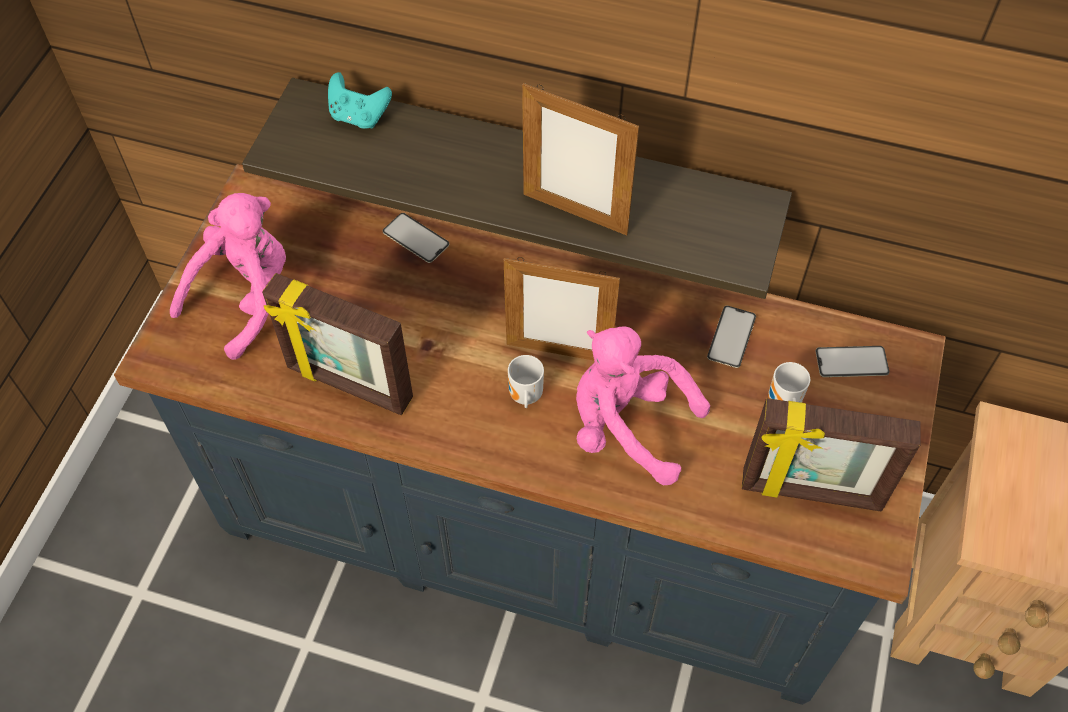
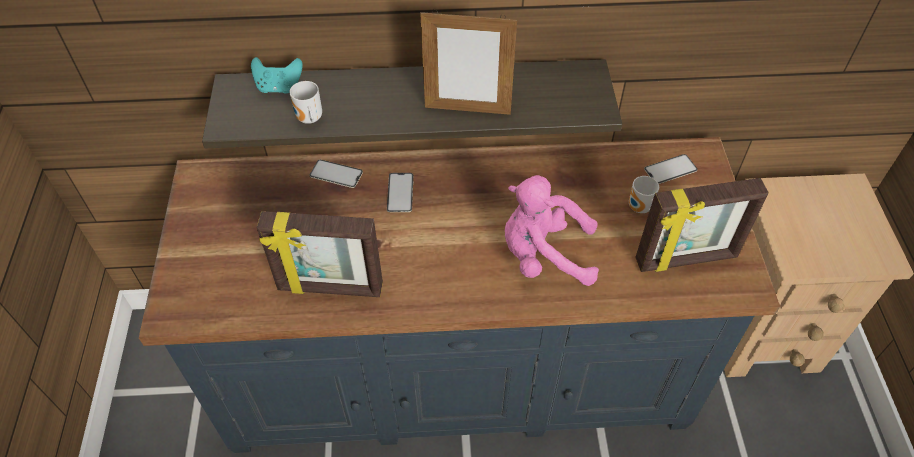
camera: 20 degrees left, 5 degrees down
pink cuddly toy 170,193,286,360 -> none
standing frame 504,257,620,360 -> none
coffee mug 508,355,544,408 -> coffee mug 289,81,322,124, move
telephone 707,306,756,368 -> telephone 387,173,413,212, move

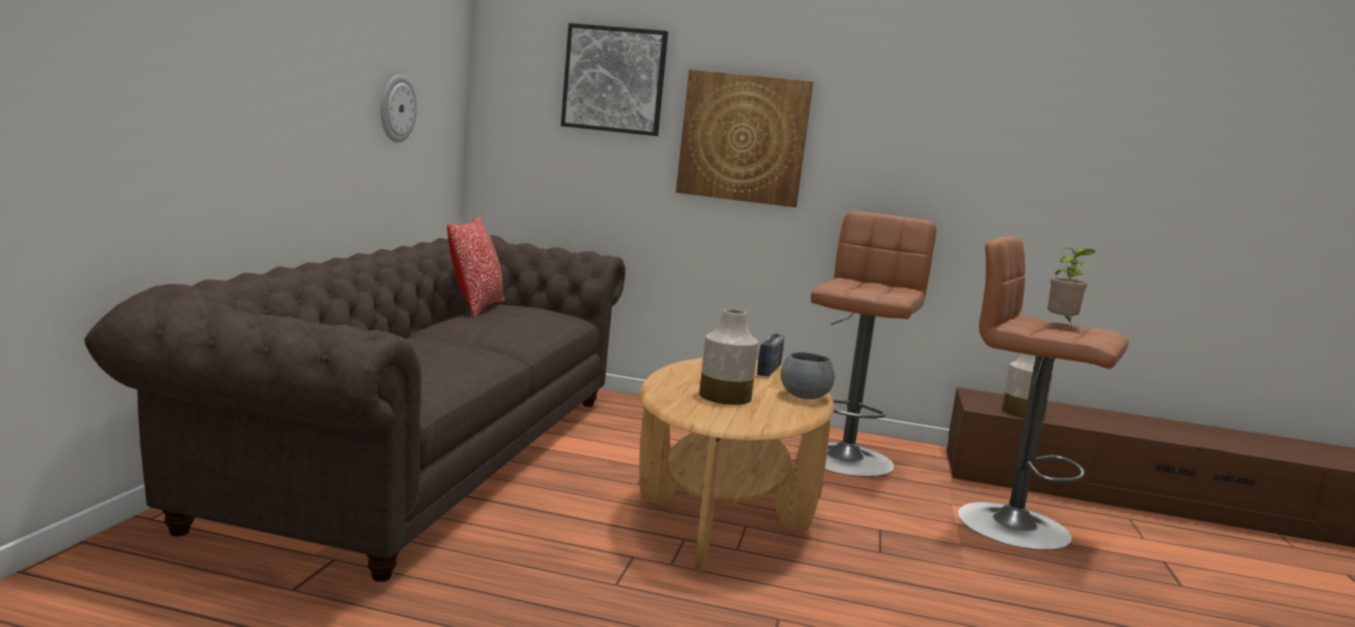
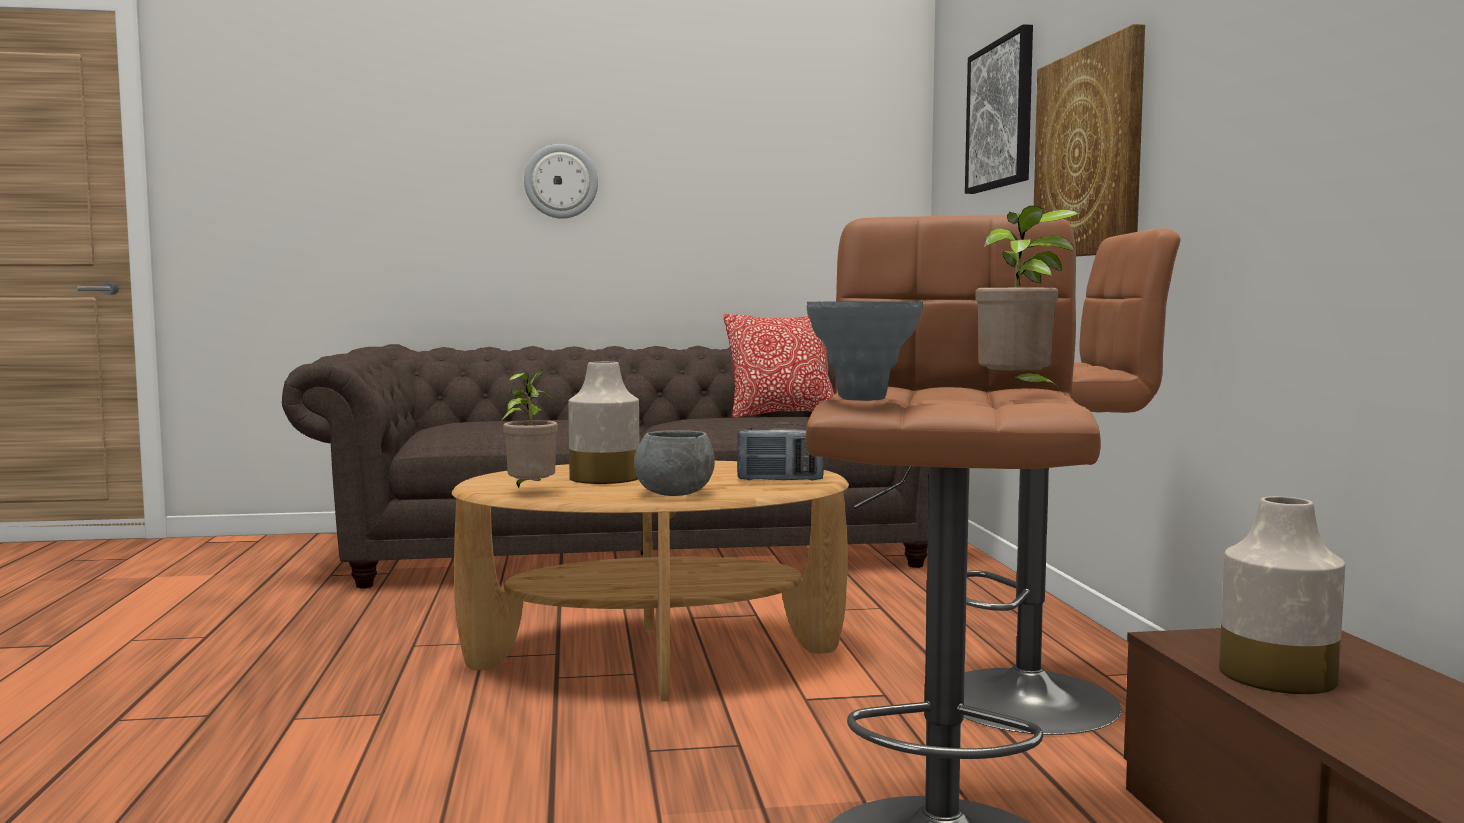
camera: 70 degrees right, 5 degrees down
none -> plant in a pot 502,369,558,488
none -> grey decorative vase 807,302,923,401
clock on the wall 381,75,417,143 -> clock on the wall 524,144,598,219, move

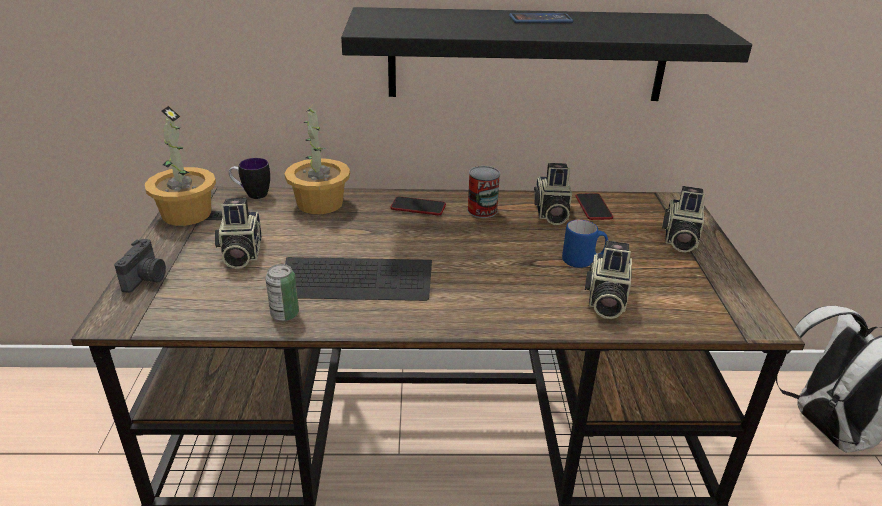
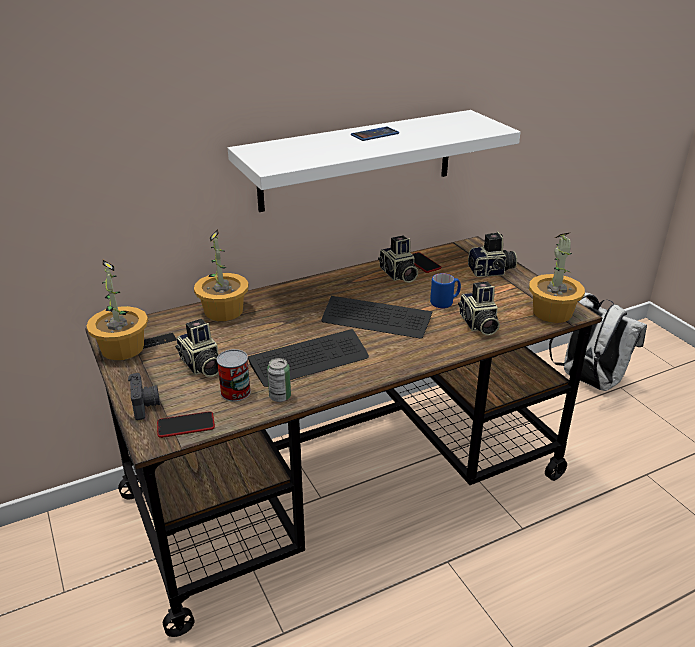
camera: 25 degrees left, 0 degrees up
coffee mug 229,158,270,199 -> none
none -> computer keyboard 322,296,433,339
none -> plant in a pot 529,232,585,323
telephone 390,196,446,215 -> telephone 157,411,215,438, move
can 467,166,500,218 -> can 217,349,251,401, move
black shelf 341,7,752,101 -> white shelf 228,110,521,212
photo camera 662,186,705,252 -> photo camera 468,231,517,277, 90 degrees counterclockwise

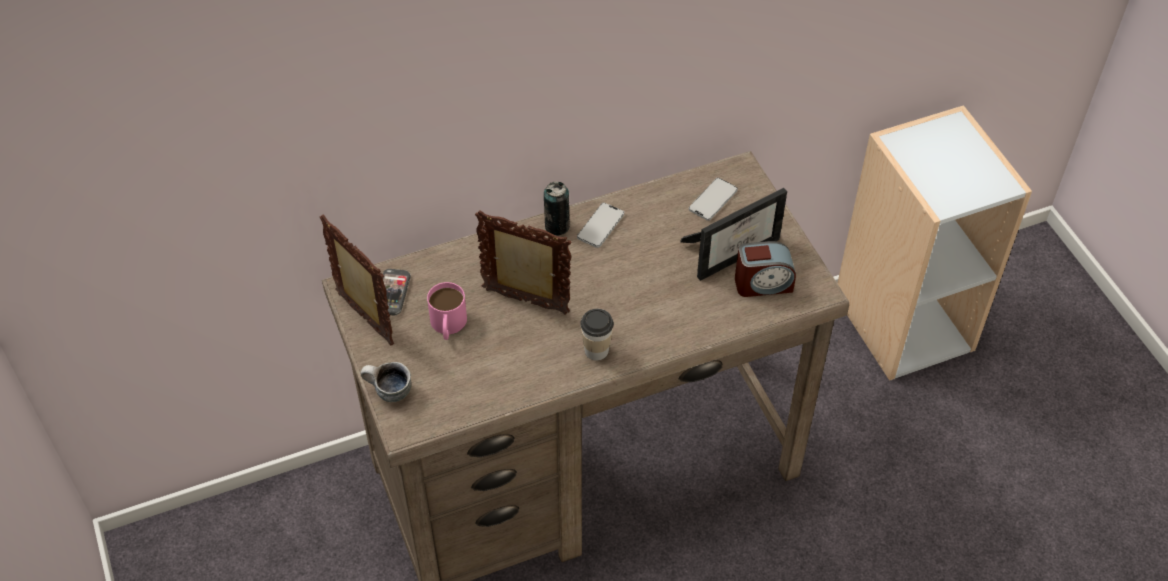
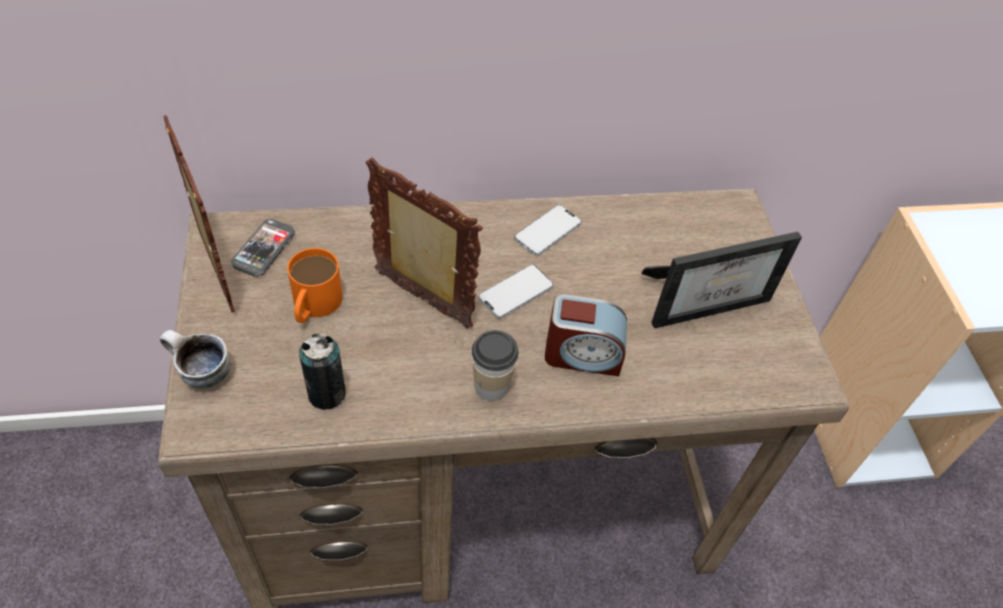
camera: 10 degrees right, 0 degrees up
can 544,181,570,236 -> can 299,333,346,410, move
telephone 689,178,738,221 -> telephone 478,264,554,319, move
table clock 735,241,796,297 -> table clock 545,294,627,376, move
pink coffee mug 427,282,467,340 -> orangey coffee mug 287,248,343,323

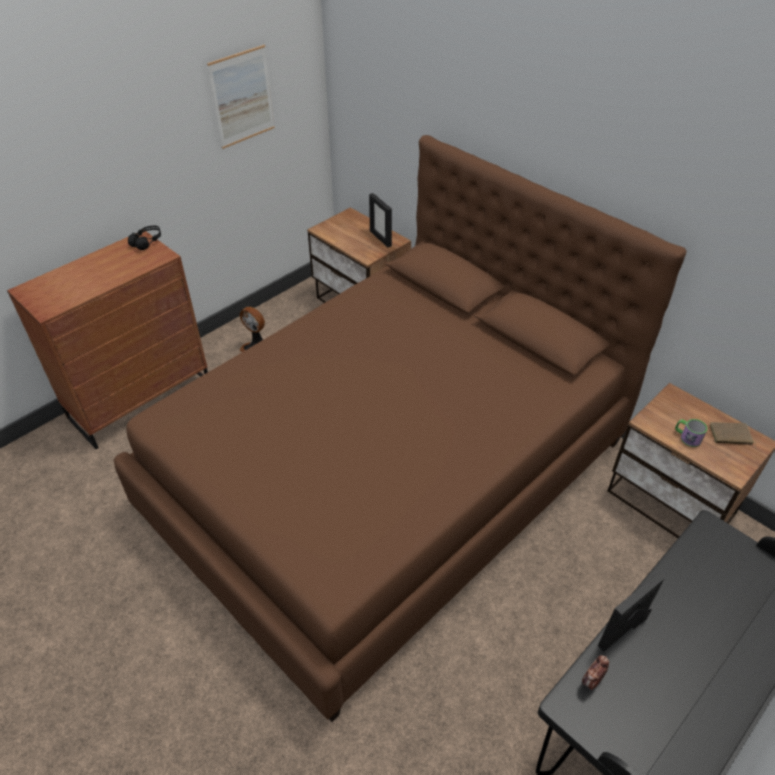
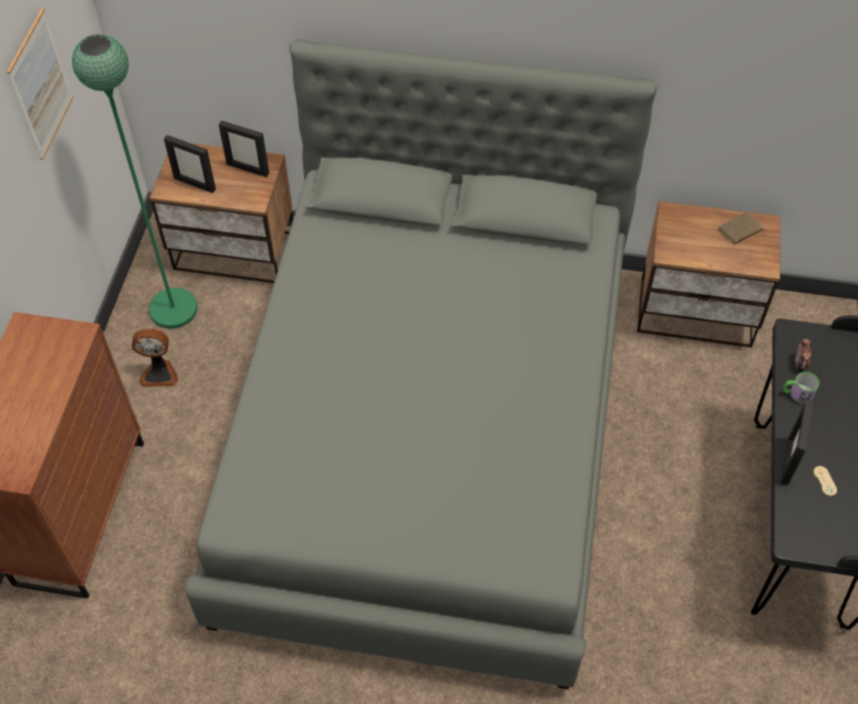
camera: 35 degrees left, 10 degrees up
black headset 128,226,161,250 -> none
none -> green-coloured standing lamp 72,34,198,329
none -> standing frame 164,135,216,193
none -> beige-coloured gamepad 814,466,837,496
table clock 582,655,609,690 -> table clock 795,338,812,368, move
coffee mug 675,419,708,447 -> coffee mug 783,372,819,404, move
brown sleeping bed 113,135,687,722 -> grey sleeping bed 185,39,657,689

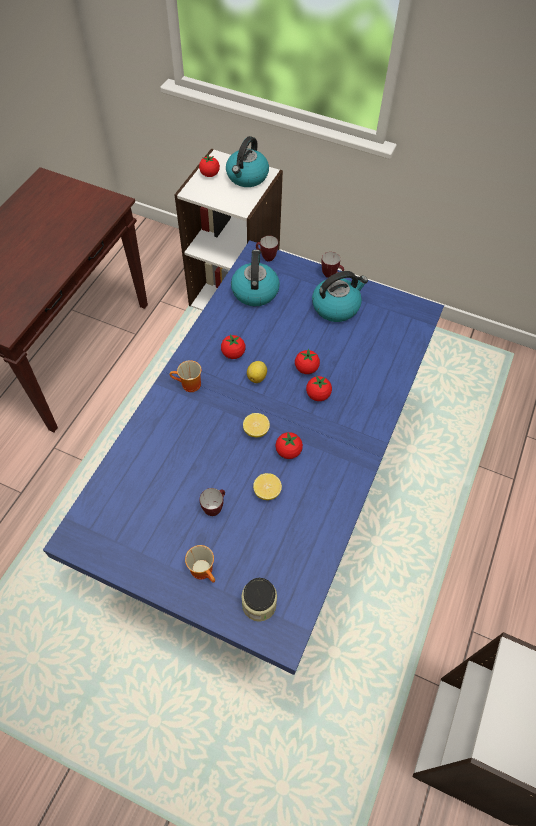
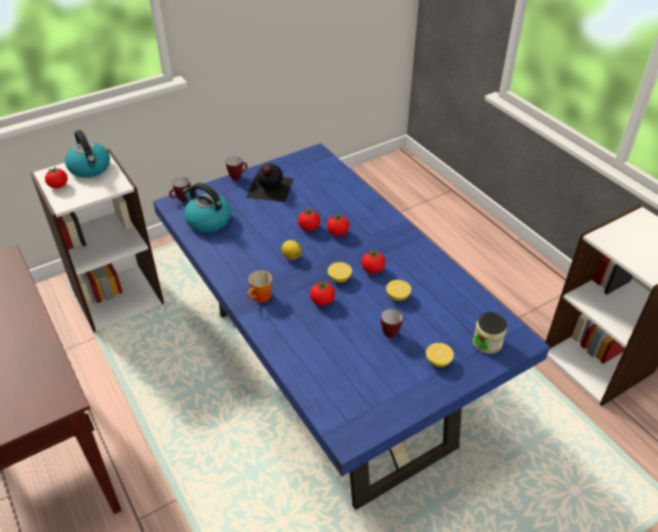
camera: 55 degrees left, 15 degrees down
whole tomato 221,334,246,359 -> whole tomato 310,280,335,306, move
coffee mug 185,545,215,583 -> citrus fruit 426,343,454,367
kettle 312,271,368,322 -> black bottle 246,164,294,202

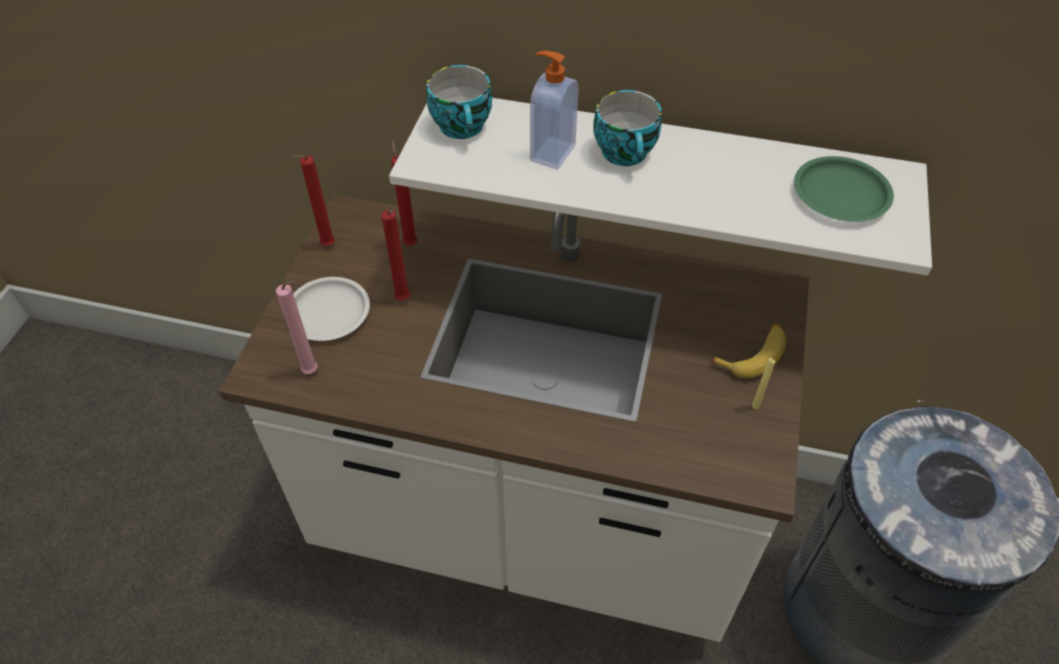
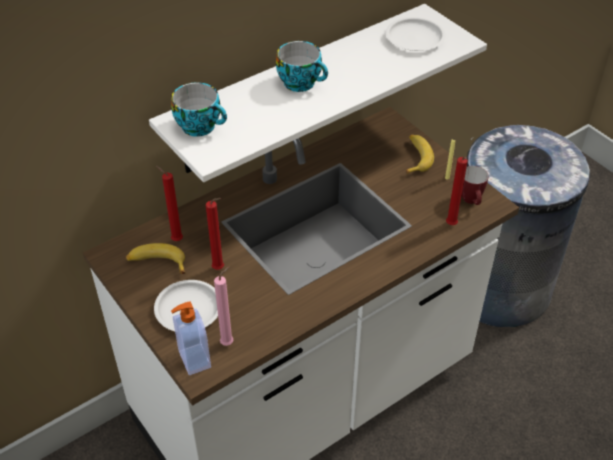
camera: 50 degrees left, 5 degrees down
none -> whole banana 125,243,185,274
none -> coffee mug 461,166,488,205
red-coloured wax light 293,155,335,246 -> red-coloured wax light 446,157,468,225, move
liquid soap bottle 530,51,578,170 -> liquid soap bottle 171,301,211,375, move
green-coloured flat dish 794,156,894,222 -> white flat dish 386,17,446,51

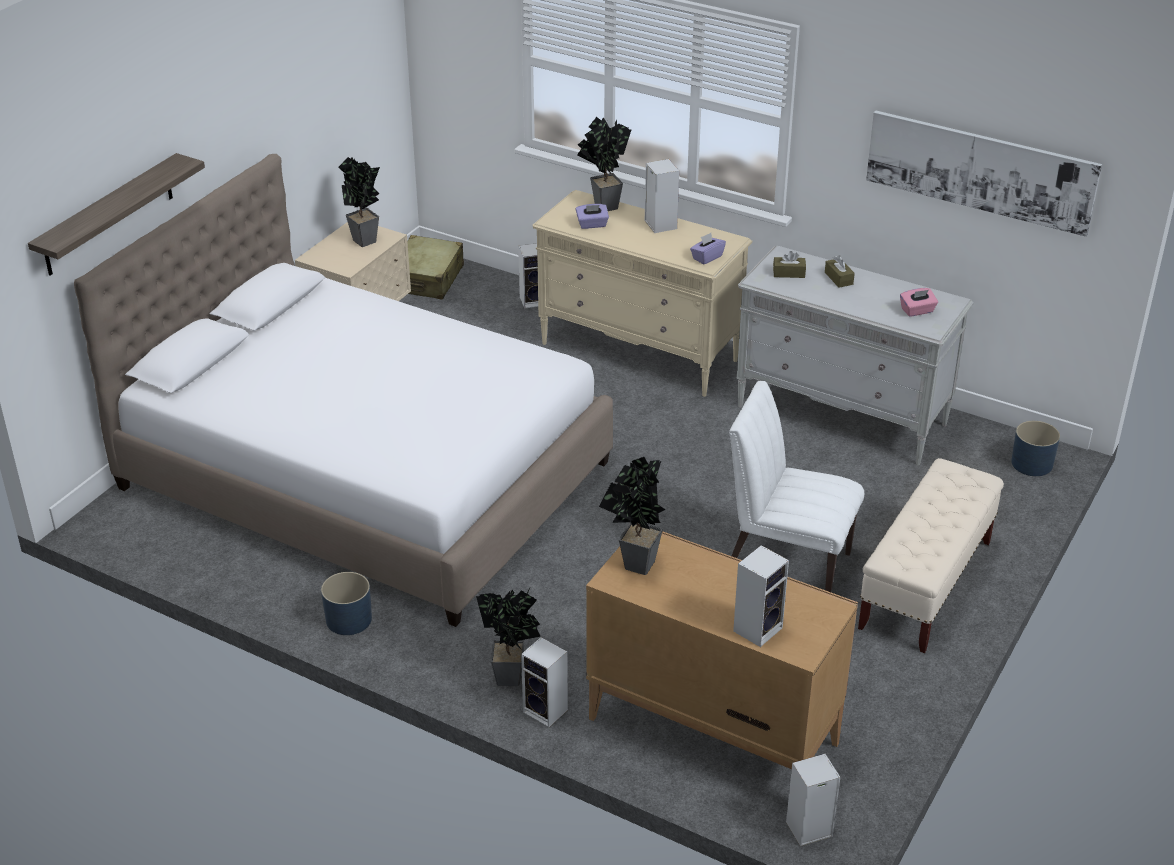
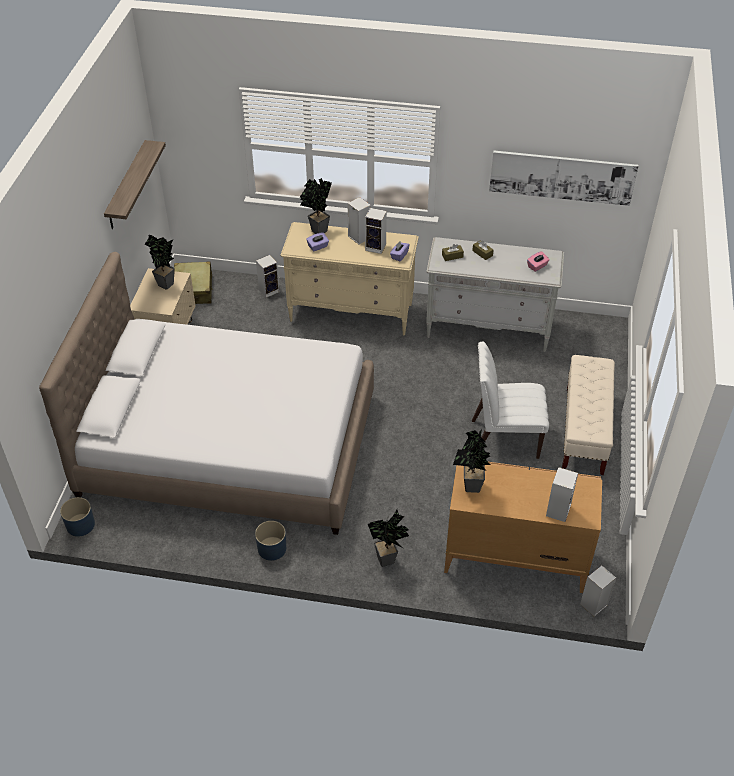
camera: 20 degrees left, 10 degrees up
shelf 28,153,205,276 -> shelf 104,140,166,229, move
loudspeaker 521,637,568,727 -> loudspeaker 365,208,387,254, move
blue flower pot 1011,421,1060,476 -> blue flower pot 60,497,95,537, move

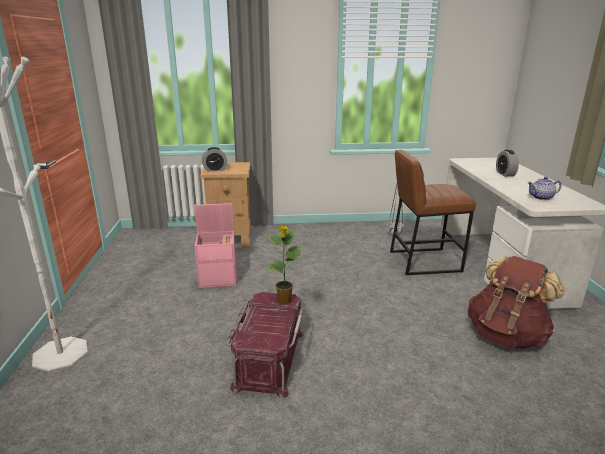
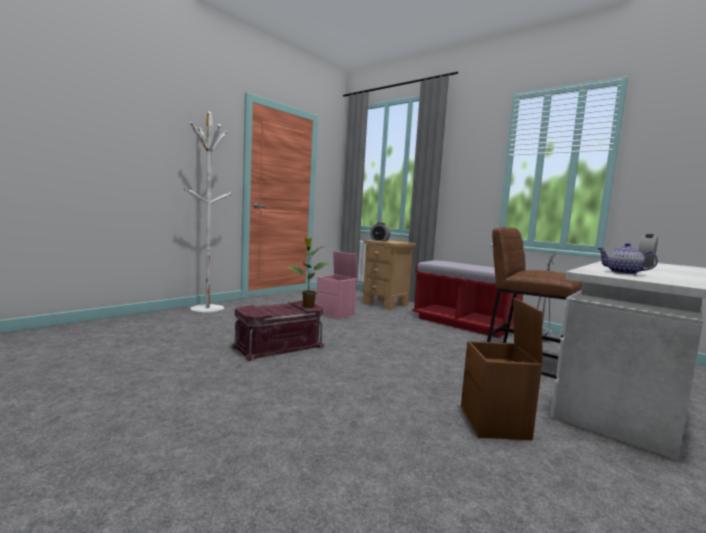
camera: 45 degrees right, 15 degrees down
none -> red-coloured indoor bench 412,260,523,338
brown knapsack 467,256,565,349 -> brown storage container 461,297,543,440

